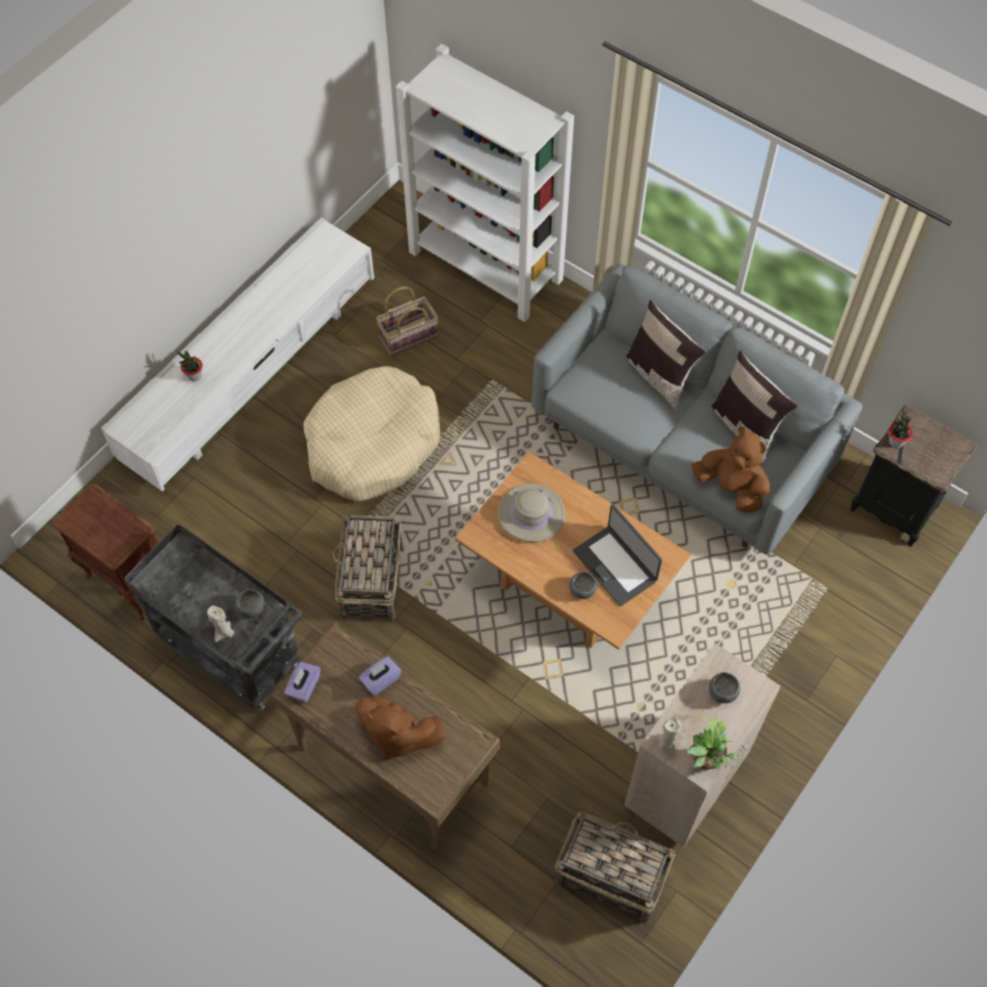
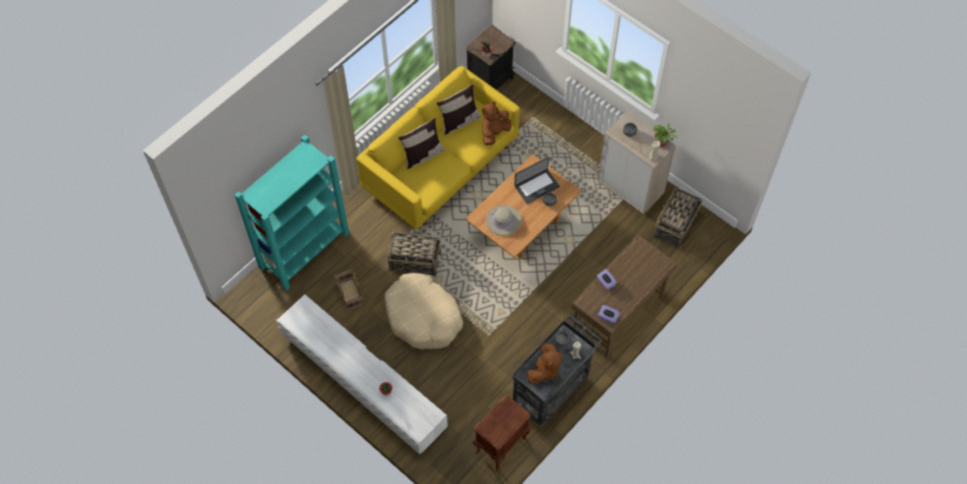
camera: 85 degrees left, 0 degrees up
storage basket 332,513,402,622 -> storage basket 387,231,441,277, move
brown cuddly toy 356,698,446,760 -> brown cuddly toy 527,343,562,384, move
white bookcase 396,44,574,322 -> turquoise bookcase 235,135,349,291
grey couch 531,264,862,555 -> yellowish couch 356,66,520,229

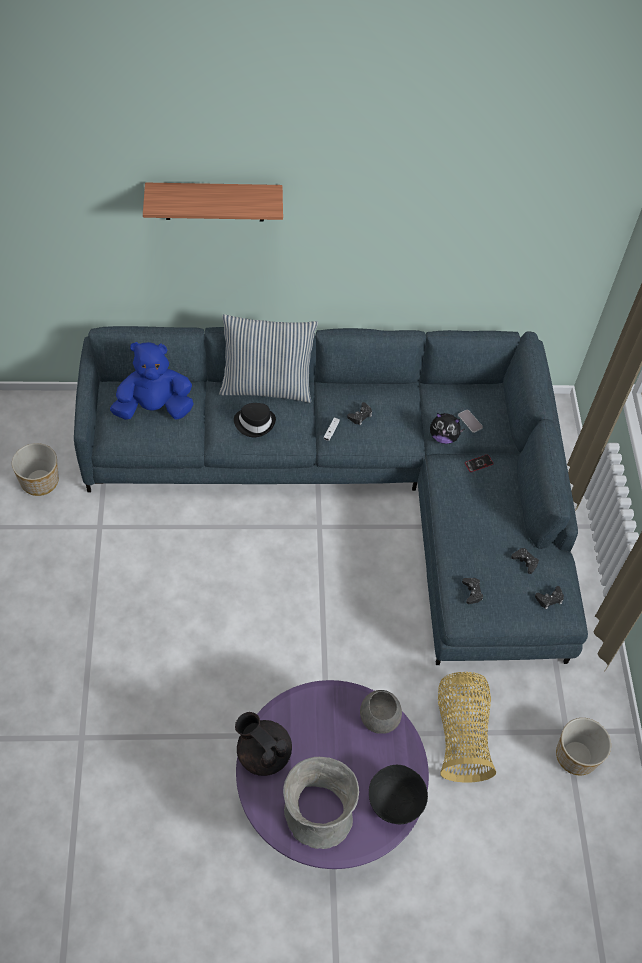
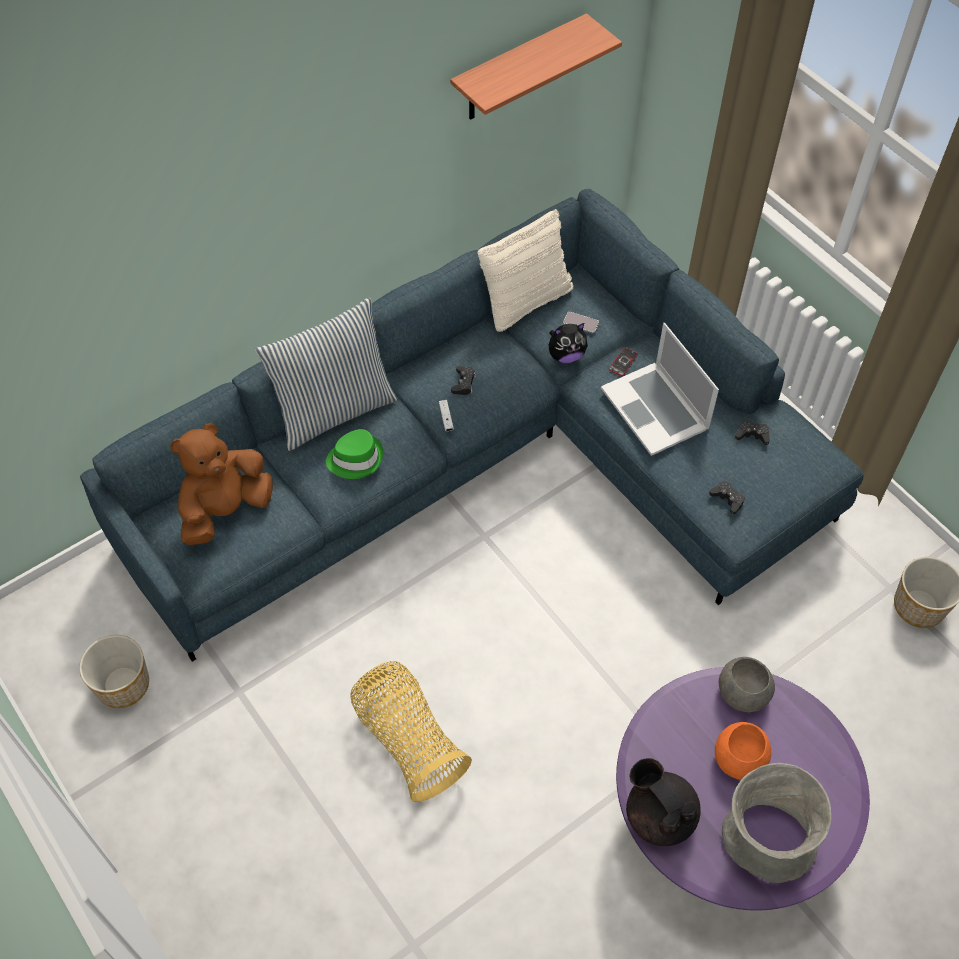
camera: 30 degrees left, 0 degrees up
black deep dish 369,765,428,824 -> none
black gamepad 535,586,564,609 -> none
none -> beige-coloured pillow 477,209,573,332
none -> portable computer 601,323,719,456
none -> orangey deep dish 715,722,771,780
shelf 143,183,283,221 -> shelf 450,13,622,120, move
storage basket 438,672,496,783 -> storage basket 350,661,472,802, move
blue cuddly toy 110,342,194,420 -> brown cuddly toy 170,423,273,545
black wearable hat 234,403,276,437 -> green-coloured wearable hat 326,429,383,479
black teapot 235,712,292,776 -> black teapot 626,758,701,846, 45 degrees clockwise

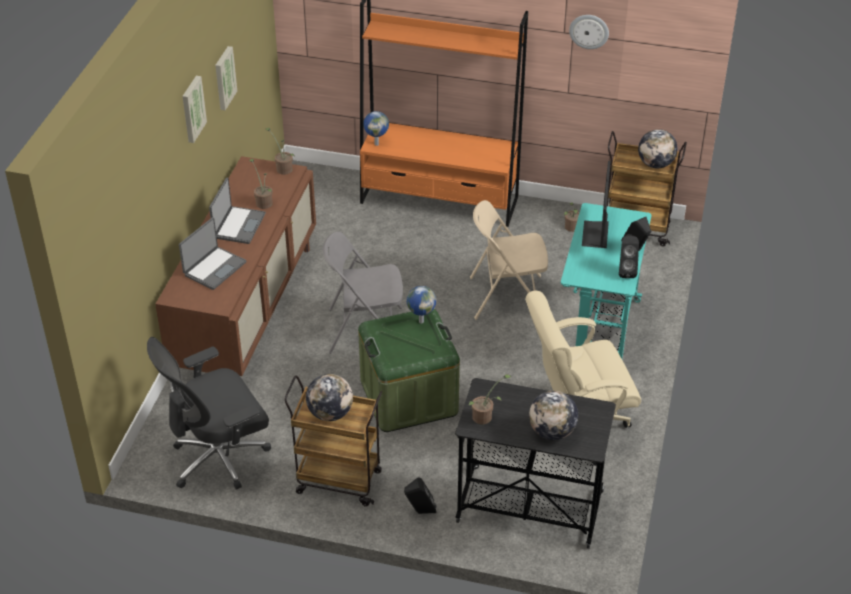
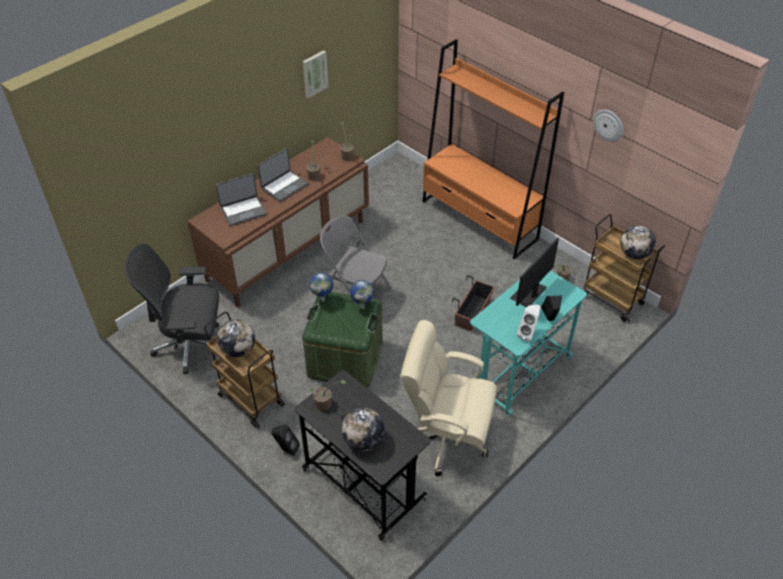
camera: 30 degrees right, 5 degrees up
wall art 182,76,207,143 -> none
globe 363,111,389,146 -> globe 309,273,334,302, move
beige-coloured upright chair 470,200,548,320 -> flower pot 452,275,495,331
black loudspeaker 619,234,639,278 -> white loudspeaker 517,304,541,342

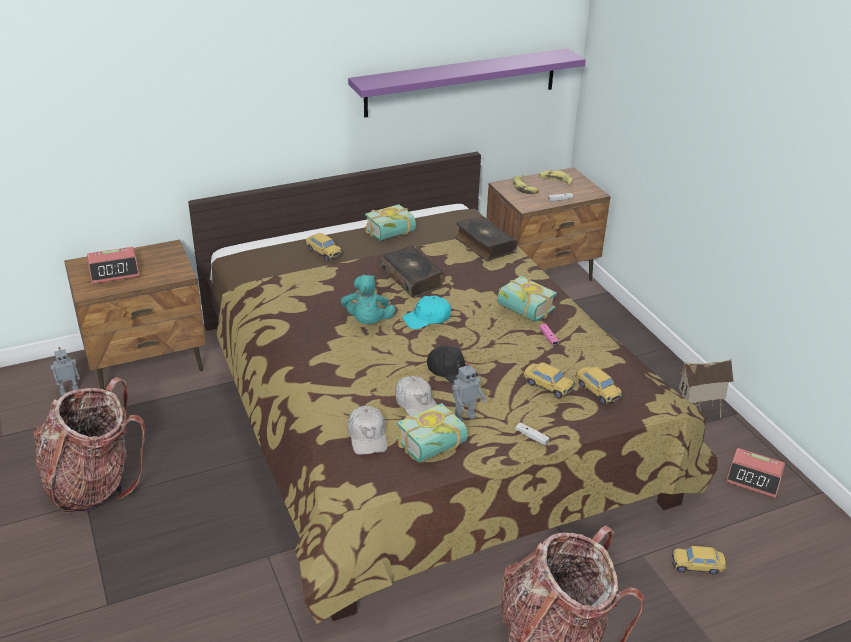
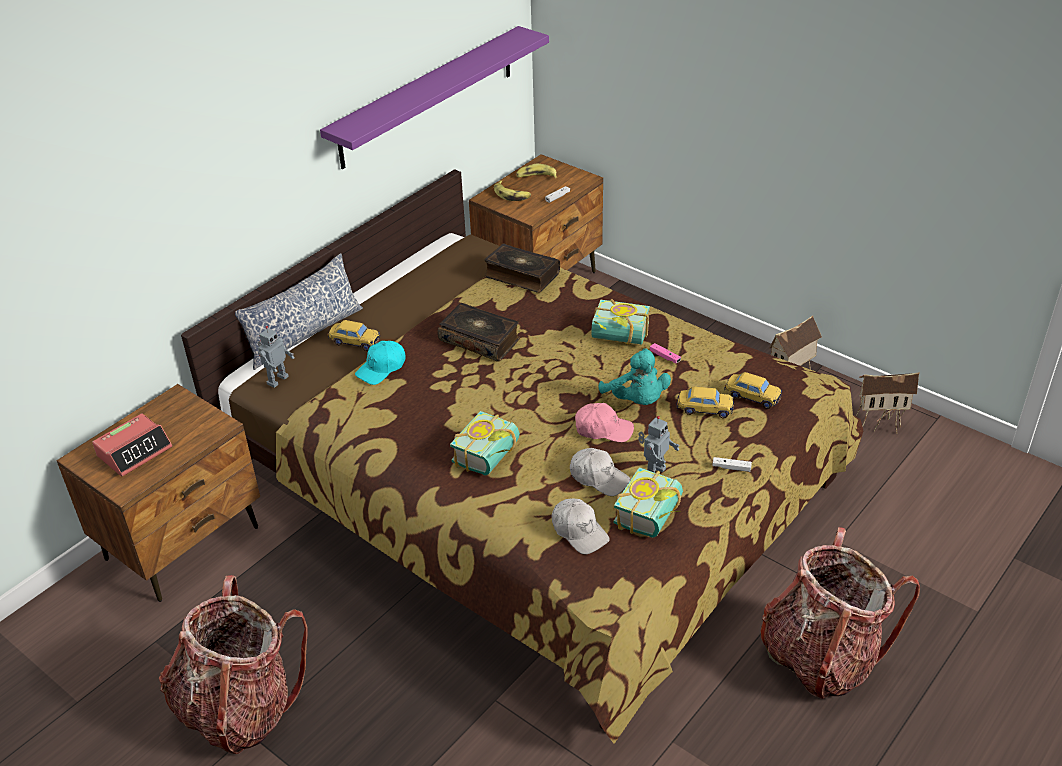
camera: 25 degrees left, 5 degrees up
miniature car 671,546,727,575 -> none
none -> pillow 235,253,363,370
toy robot 50,347,80,397 -> toy robot 258,326,294,388, move
turquoise cuddly toy 341,275,396,324 -> turquoise cuddly toy 598,348,671,405, move
volume 365,204,416,241 -> volume 450,411,520,475, move
turquoise baseball cap 402,296,451,329 -> turquoise baseball cap 355,341,406,385, move
table clock 726,448,785,498 -> miniature house 856,372,920,434
black baseball cap 427,346,478,384 -> pink baseball cap 575,403,634,442

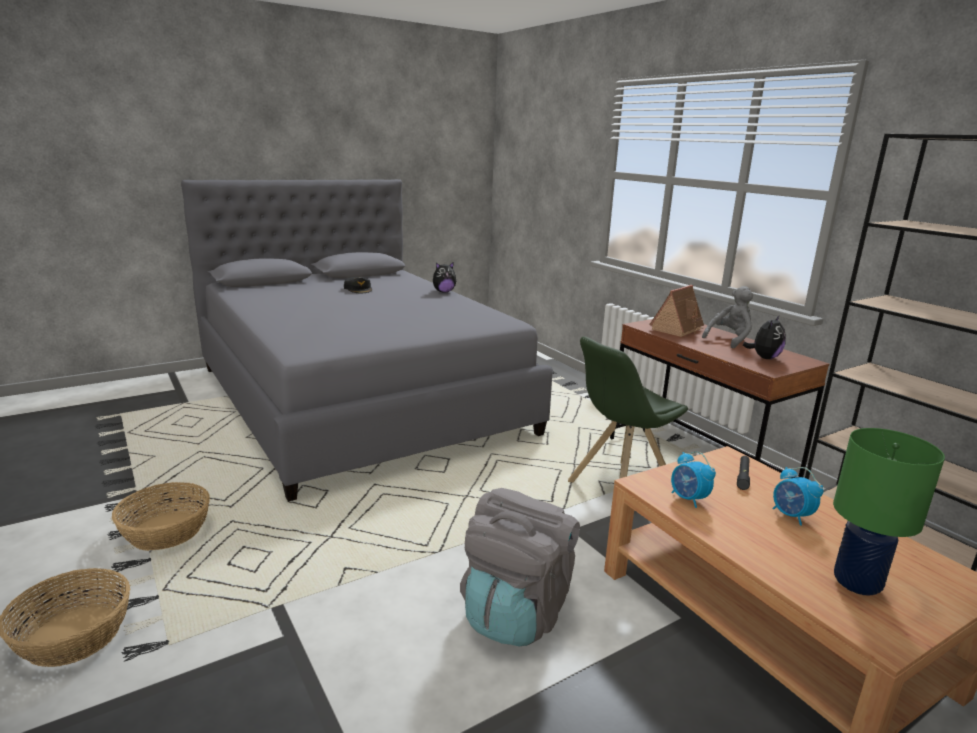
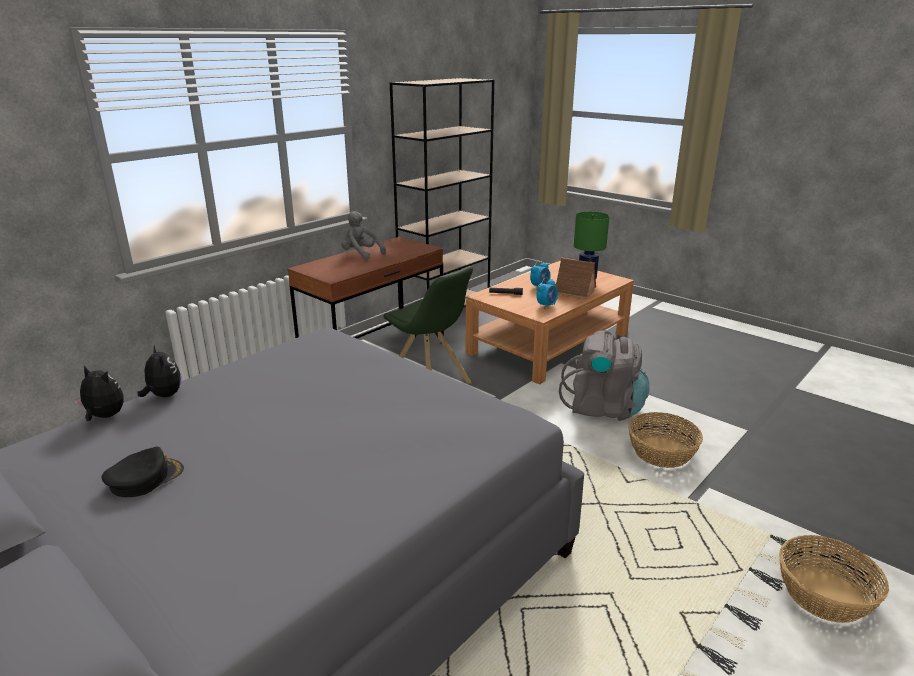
camera: 105 degrees left, 5 degrees up
storage basket 112,482,210,551 -> storage basket 628,412,703,468, move
miniature house 649,285,705,337 -> miniature house 555,258,596,300, move
cuddly toy 743,316,786,359 -> cuddly toy 74,365,124,421, move

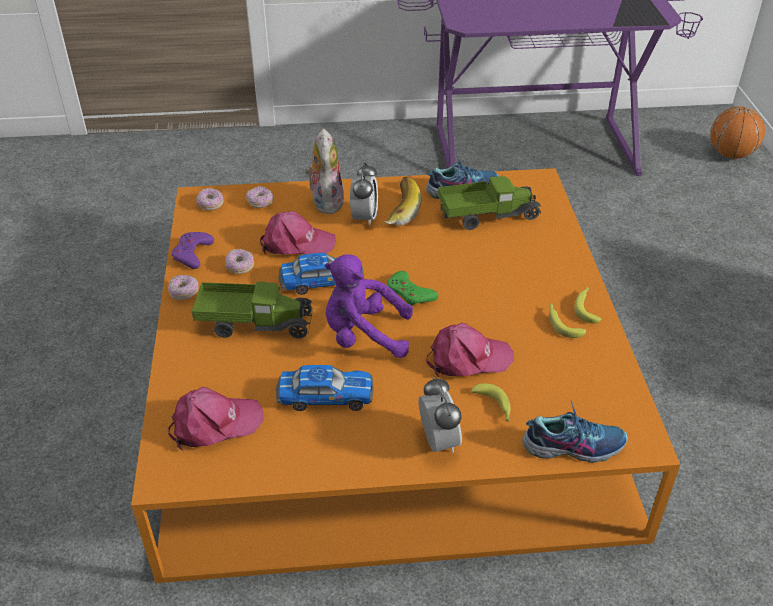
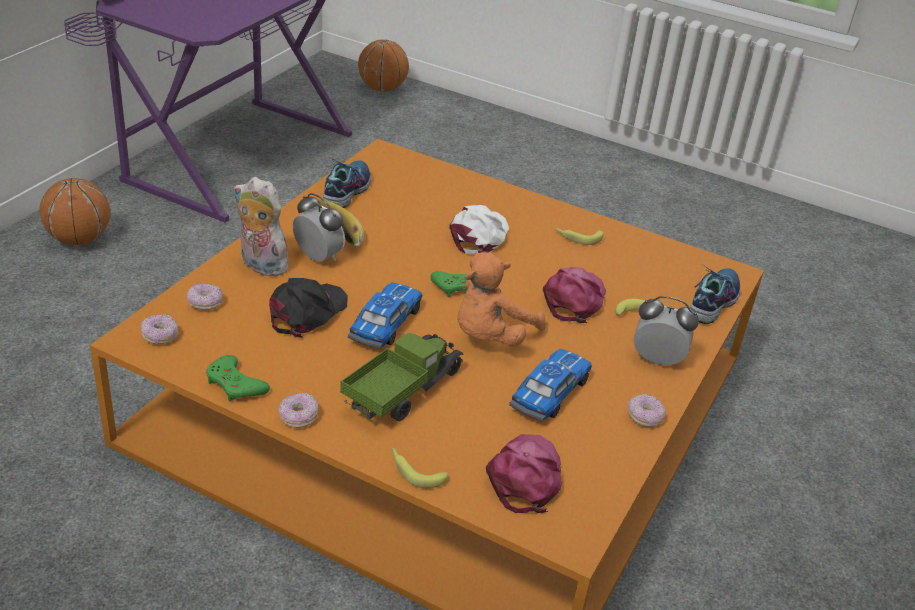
camera: 60 degrees left, 5 degrees down
toy truck 438,175,541,230 -> none
none -> ball for basketball 39,178,111,245
none -> white baseball cap 449,205,509,254
ring doughnut 225,249,254,274 -> ring doughnut 628,394,666,427, move
whole banana 574,287,601,324 -> whole banana 391,448,448,488, move
purplish gamepad 171,232,214,269 -> green-coloured gamepad 206,355,270,401
pink baseball cap 260,211,336,255 -> black baseball cap 269,278,348,337
purplish cuddly toy 325,254,413,358 -> orangey cuddly toy 457,252,546,347

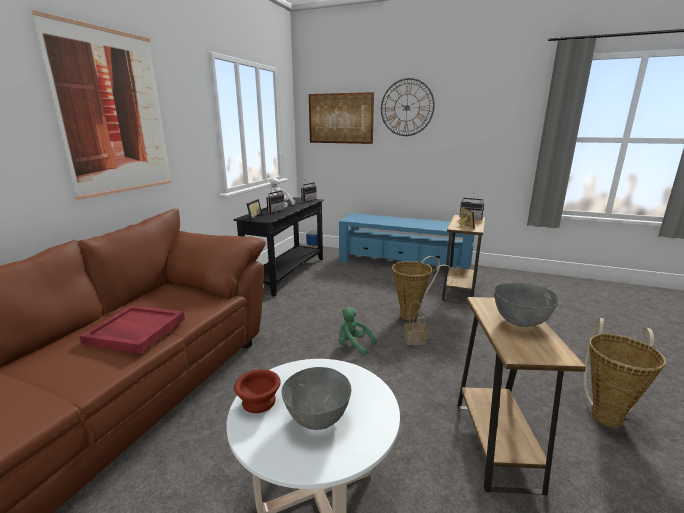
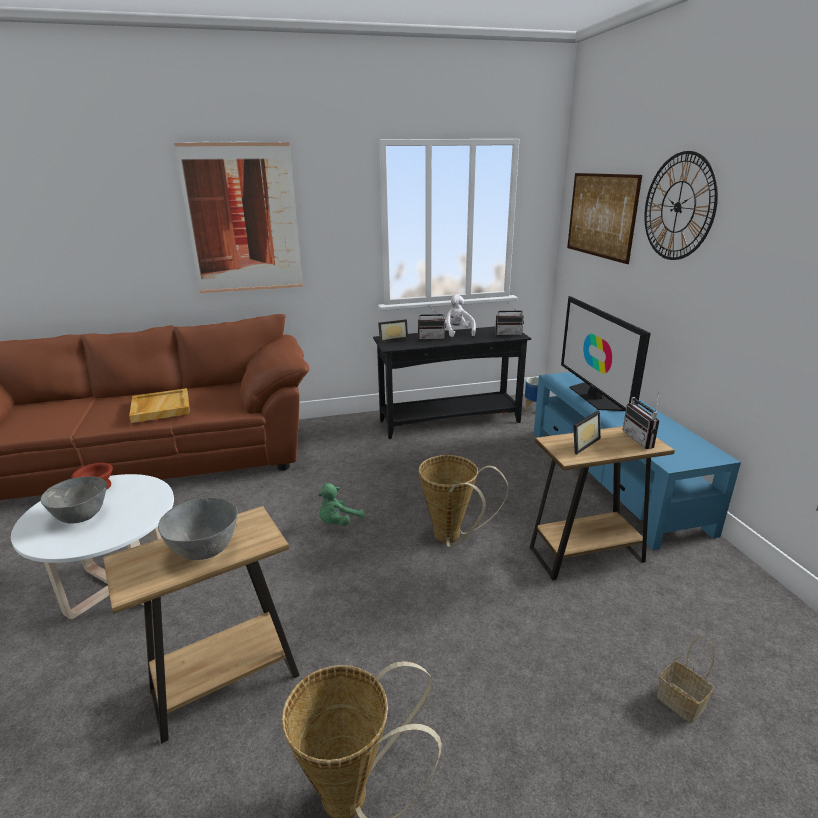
camera: 55 degrees right, 5 degrees up
none -> TV 561,296,651,411
storage basket 404,301,428,345 -> storage basket 657,637,714,723, move
red-coloured tray 79,305,185,354 -> beige-coloured tray 129,388,190,423
green-coloured cuddly toy 338,308,377,355 -> green-coloured cuddly toy 318,483,365,526, 135 degrees counterclockwise

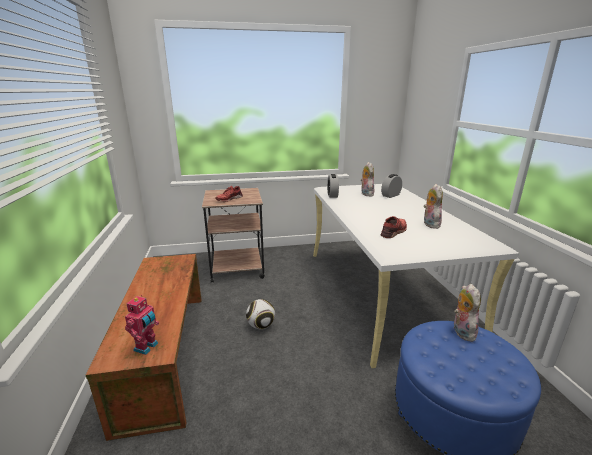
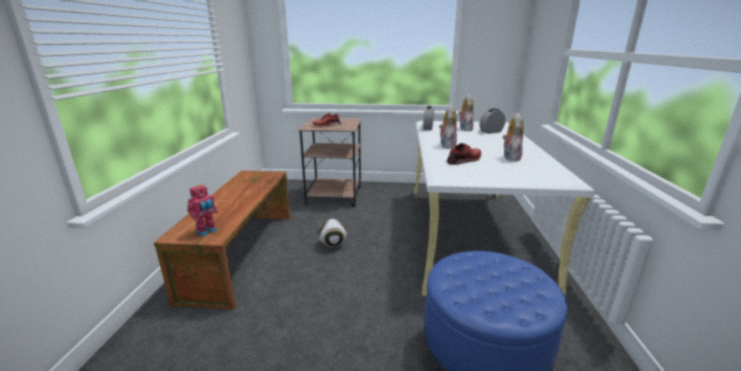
camera: 15 degrees right, 0 degrees up
cuddly toy 454,284,481,342 -> cuddly toy 439,105,457,149, move

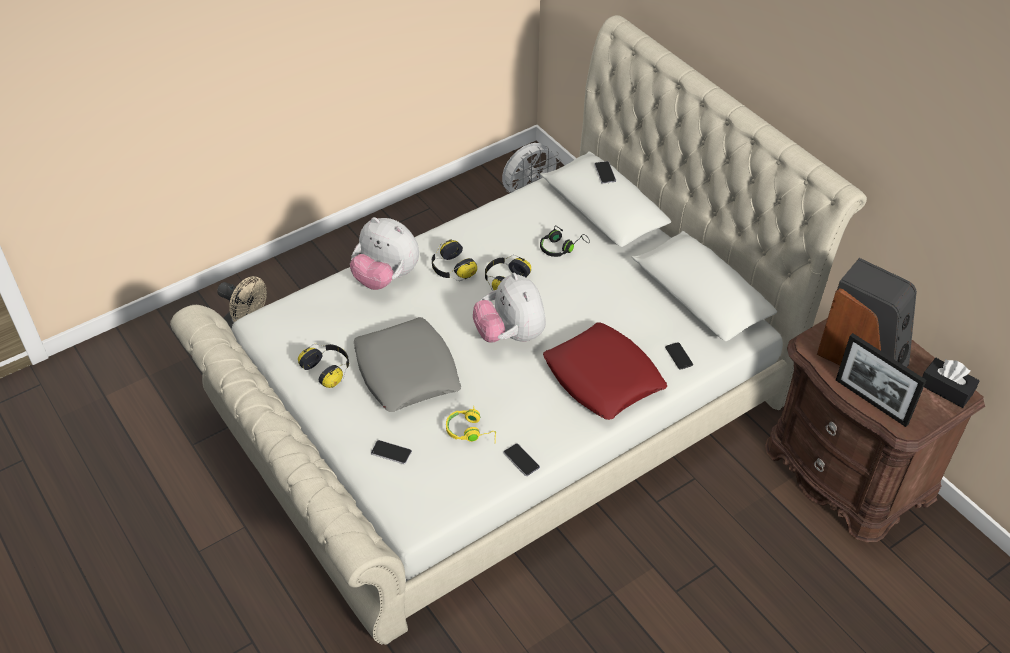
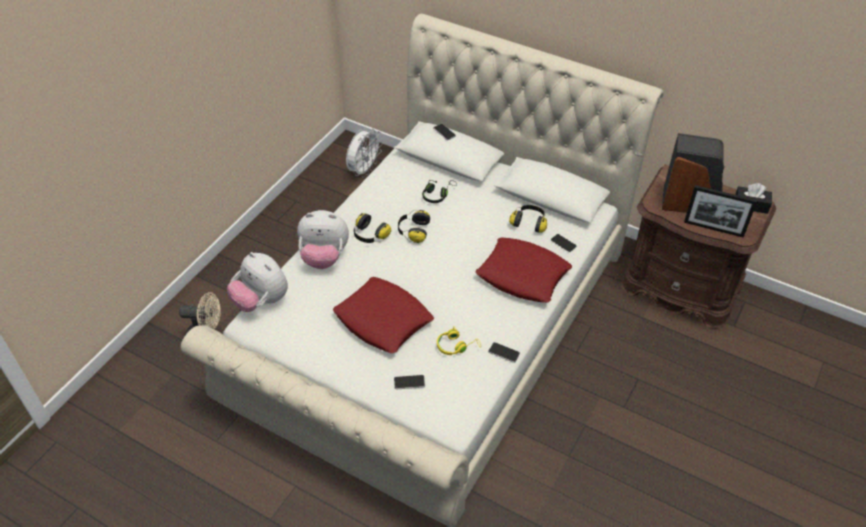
camera: 25 degrees left, 0 degrees up
headset 298,344,349,388 -> headset 509,205,547,232, move
cuddly toy 473,273,546,343 -> cuddly toy 227,252,288,312, move
grey pillow 354,317,461,412 -> red-coloured pillow 333,277,434,353

